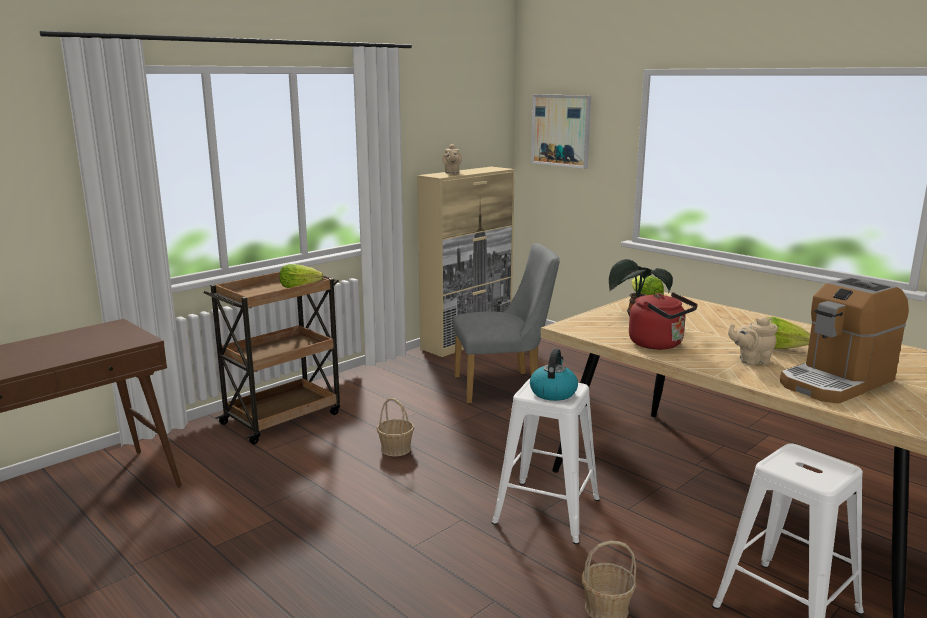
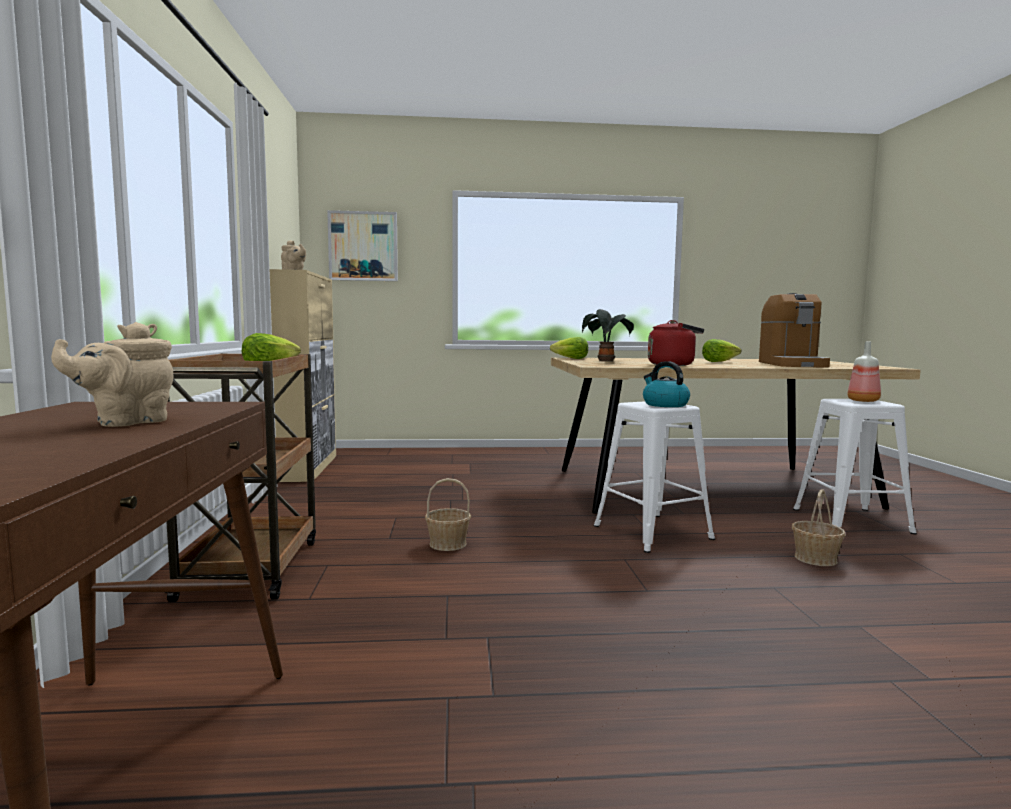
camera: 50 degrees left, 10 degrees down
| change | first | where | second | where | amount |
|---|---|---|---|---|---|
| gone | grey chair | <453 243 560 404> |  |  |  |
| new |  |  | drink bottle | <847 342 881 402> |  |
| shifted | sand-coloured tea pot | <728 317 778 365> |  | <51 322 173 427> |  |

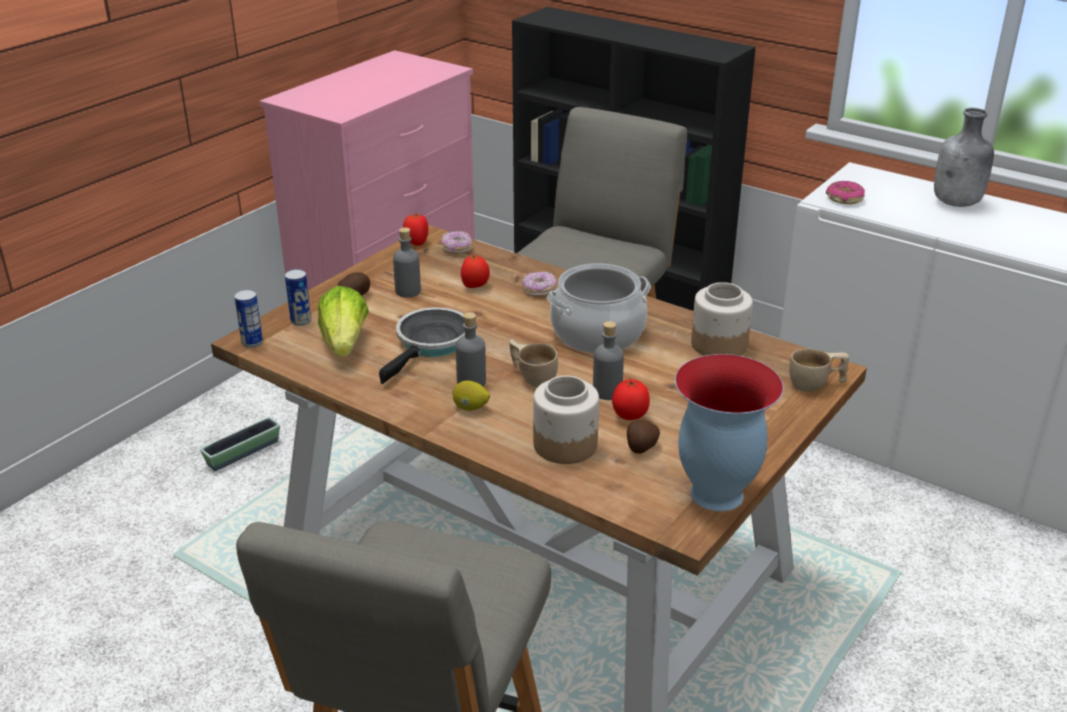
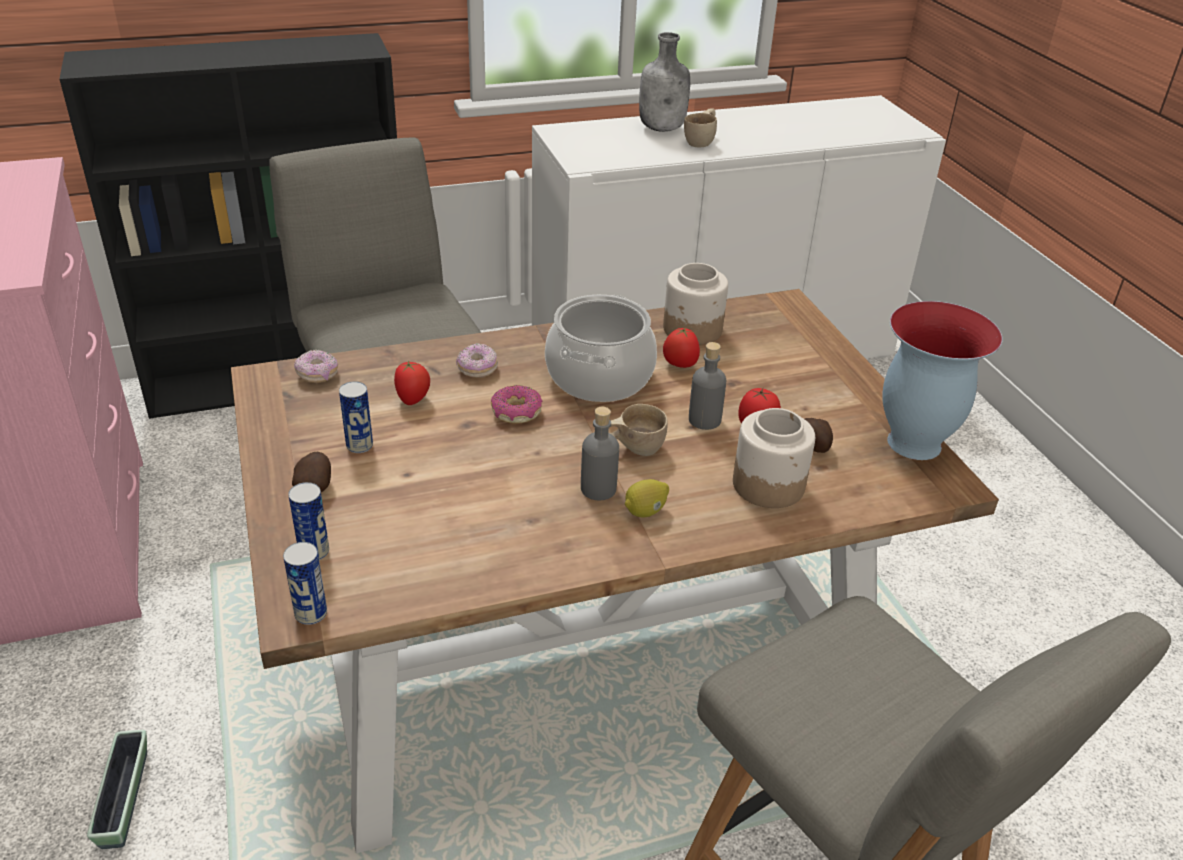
camera: 55 degrees left, 5 degrees up
| change | first | where | second | where | amount |
|---|---|---|---|---|---|
| gone | head of lettuce | <318 286 369 357> |  |  |  |
| gone | skillet | <379 307 465 384> |  |  |  |
| shifted | fresh tomato | <403 213 428 246> |  | <663 327 700 368> |  |
| shifted | sand-coloured drinking cup | <789 349 849 392> |  | <684 108 717 147> |  |
| shifted | donut | <826 181 865 204> |  | <491 385 542 424> |  |
| swapped | grey drink bottle | <393 228 421 297> | can | <339 381 373 453> |  |

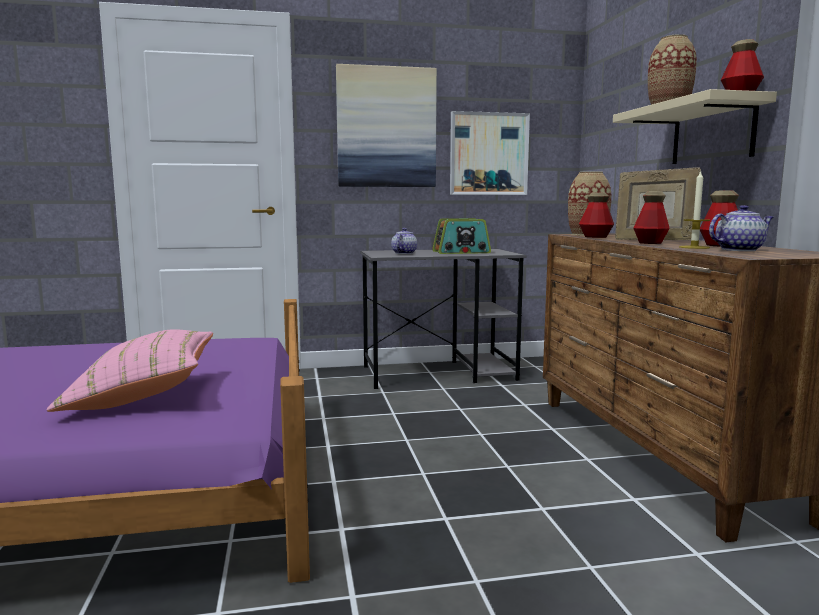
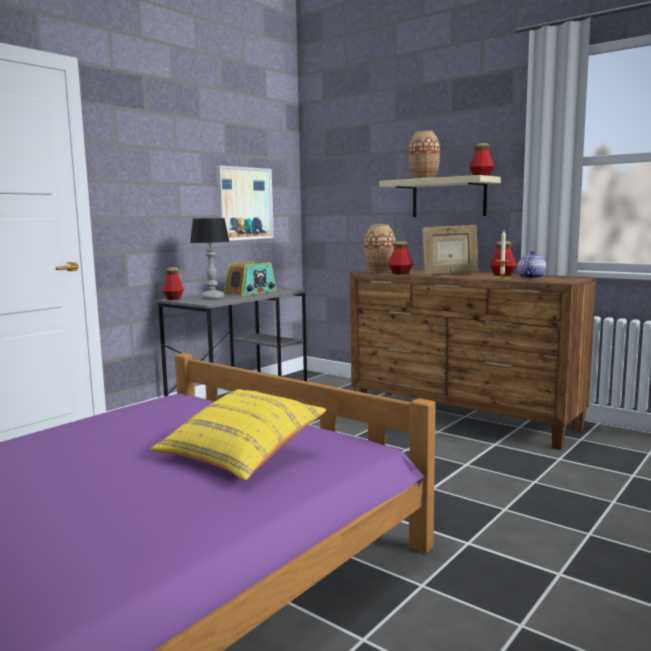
camera: 40 degrees left, 0 degrees up
| change | first | where | second | where | amount |
|---|---|---|---|---|---|
| gone | wall art | <336 64 437 187> |  |  |  |
| shifted | drink bottle | <633 191 670 244> |  | <162 267 184 300> |  |
| swapped | tea pot | <391 228 417 254> | table lamp | <190 218 230 300> |  |
| repainted | pink-coloured pillow | <47 329 213 412> | yellowish pillow | <151 389 326 481> |  |

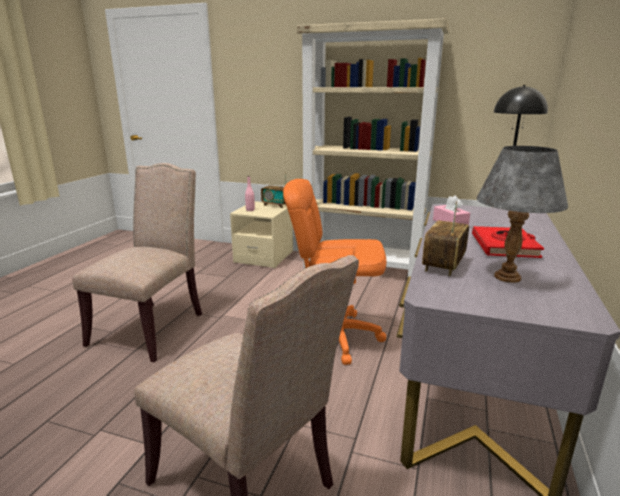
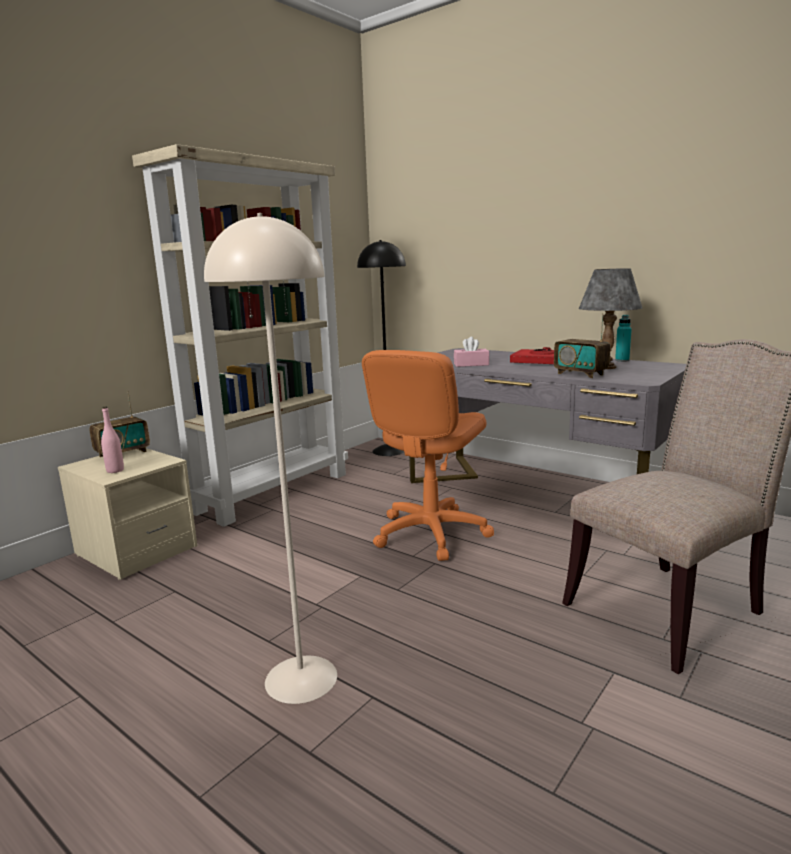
camera: 70 degrees left, 5 degrees down
| change | first | where | second | where | amount |
|---|---|---|---|---|---|
| new |  |  | blue-green drink bottle | <615 315 632 362> |  |
| swapped | sand-coloured chair | <72 163 202 362> | sand-coloured standard lamp | <204 213 337 704> |  |

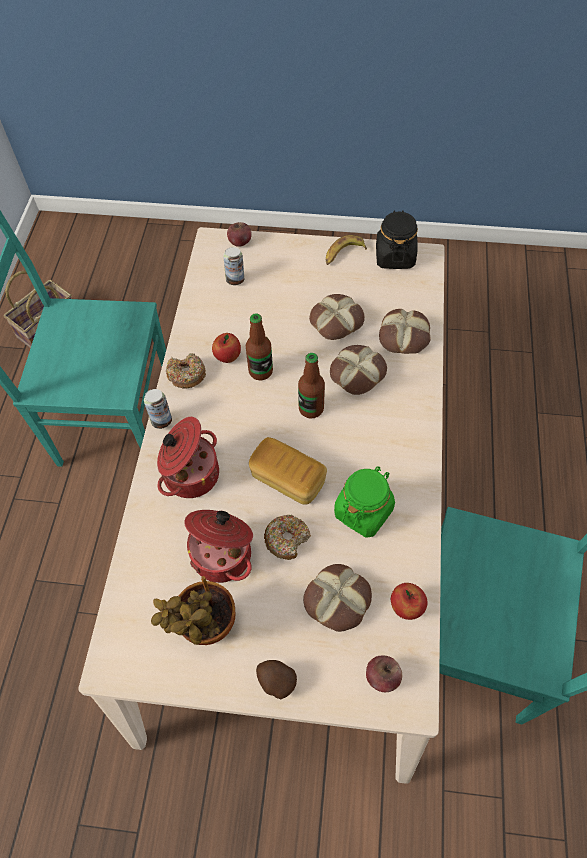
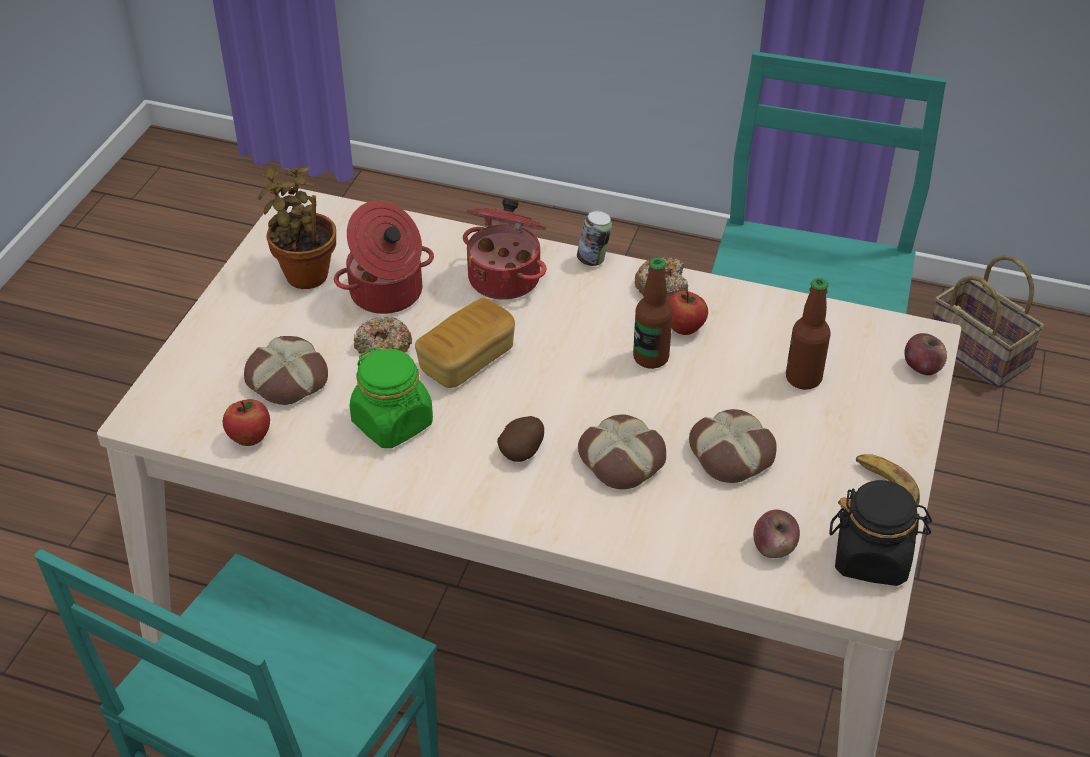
camera: 100 degrees right, 15 degrees down
| change | first | where | second | where | amount |
|---|---|---|---|---|---|
| gone | can | <223 247 244 285> |  |  |  |
| gone | baked bread | <379 309 431 354> |  |  |  |
| shifted | spud | <256 660 297 699> |  | <497 416 544 462> |  |
| shifted | drink bottle | <298 353 325 418> |  | <786 278 831 390> |  |
| shifted | apple fruit | <366 655 402 692> |  | <753 510 800 558> |  |

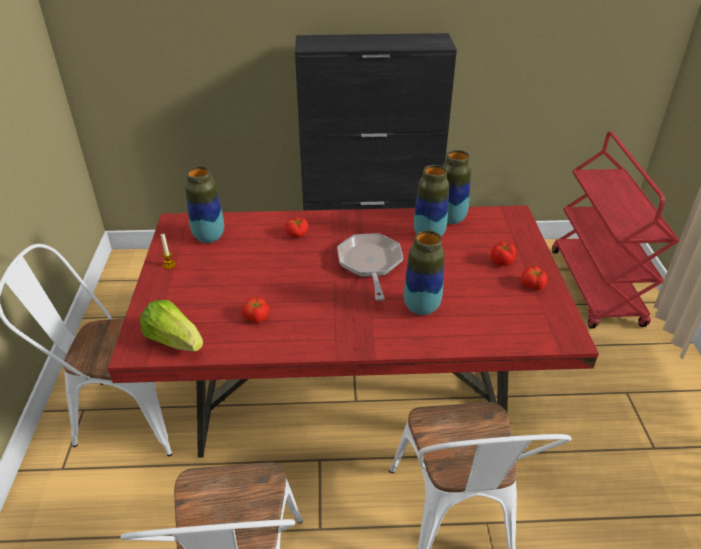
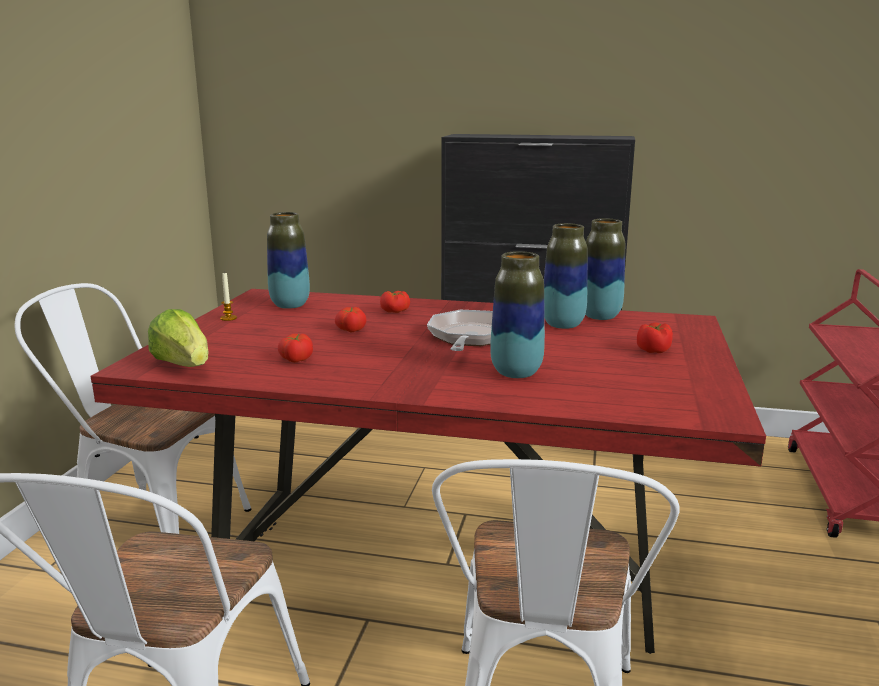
camera: 15 degrees right, 20 degrees down
| change | first | where | second | where | amount |
|---|---|---|---|---|---|
| shifted | fresh tomato | <521 266 547 290> |  | <334 307 367 332> |  |

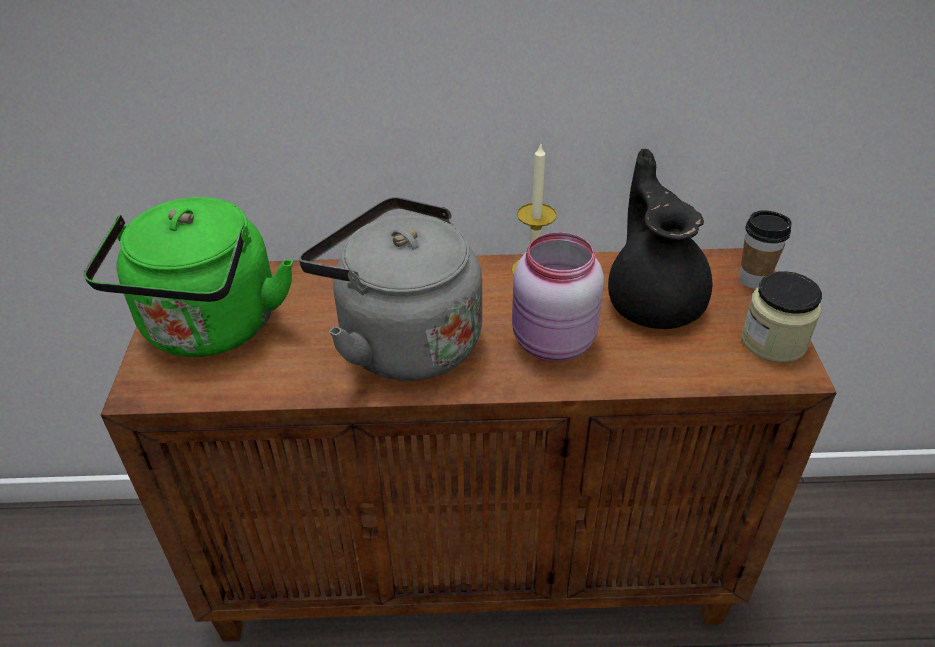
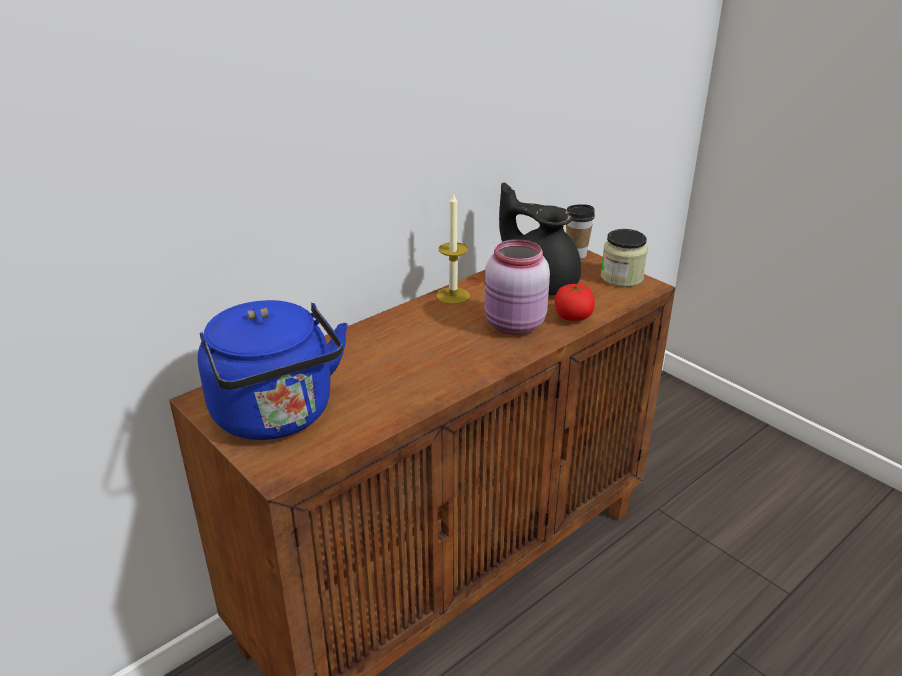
camera: 40 degrees left, 10 degrees down
| change | first | where | second | where | amount |
|---|---|---|---|---|---|
| gone | grey water kettle | <299 197 482 381> |  |  |  |
| new |  |  | fresh tomato | <555 284 595 321> |  |
| repainted | green-coloured water kettle | <84 197 293 357> | bluish water kettle | <198 300 348 440> |  |

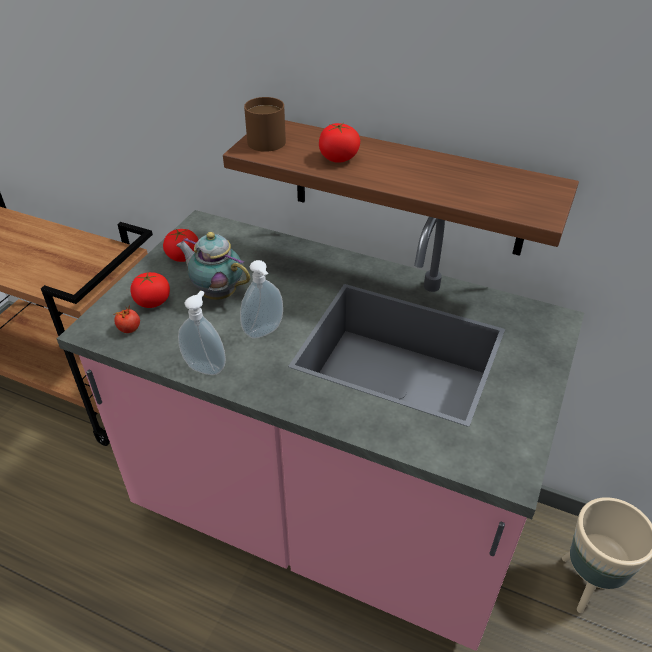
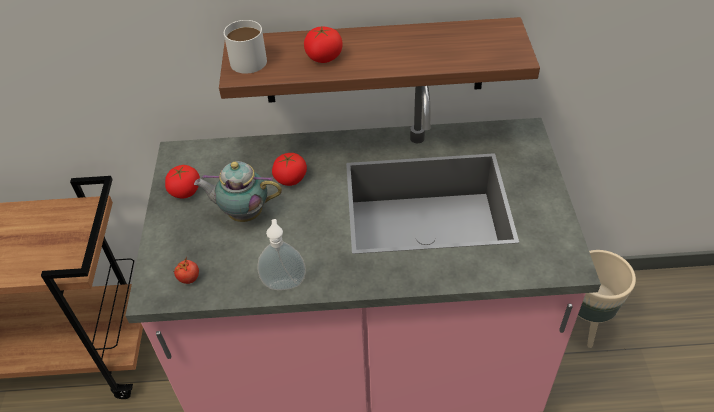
camera: 25 degrees left, 5 degrees up
| change | first | where | second | where | amount |
|---|---|---|---|---|---|
| gone | soap bottle | <240 260 283 339> |  |  |  |
| shifted | fresh tomato | <130 272 170 308> |  | <272 153 307 186> |  |
| repainted | brown mug | <244 97 286 152> | white-coloured mug | <224 20 267 74> |  |

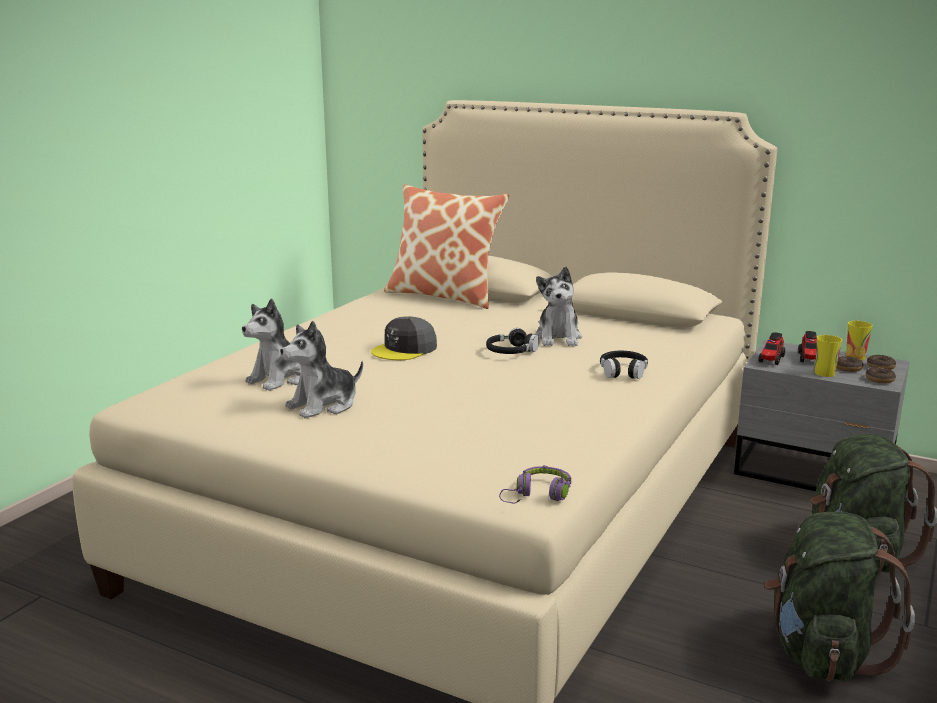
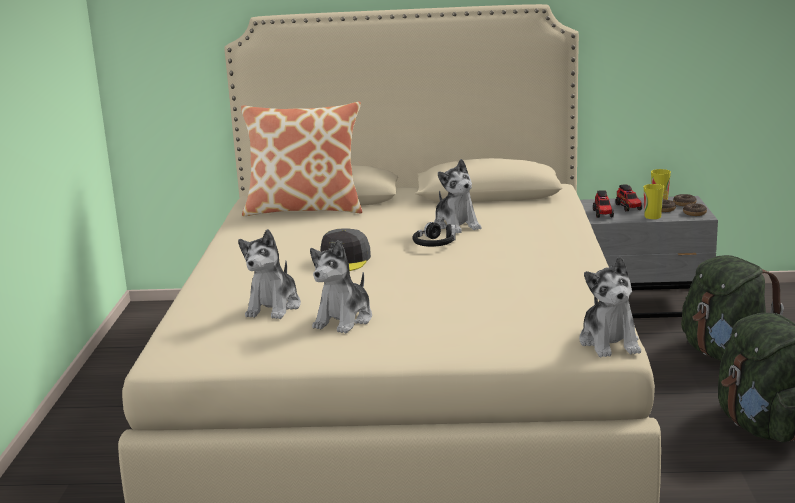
camera: 25 degrees left, 0 degrees up
| change | first | where | second | where | amount |
|---|---|---|---|---|---|
| gone | black pair of headphones | <600 351 648 379> |  |  |  |
| swapped | purple-coloured pair of headphones | <499 465 571 504> | cuddly toy | <579 256 641 357> |  |

